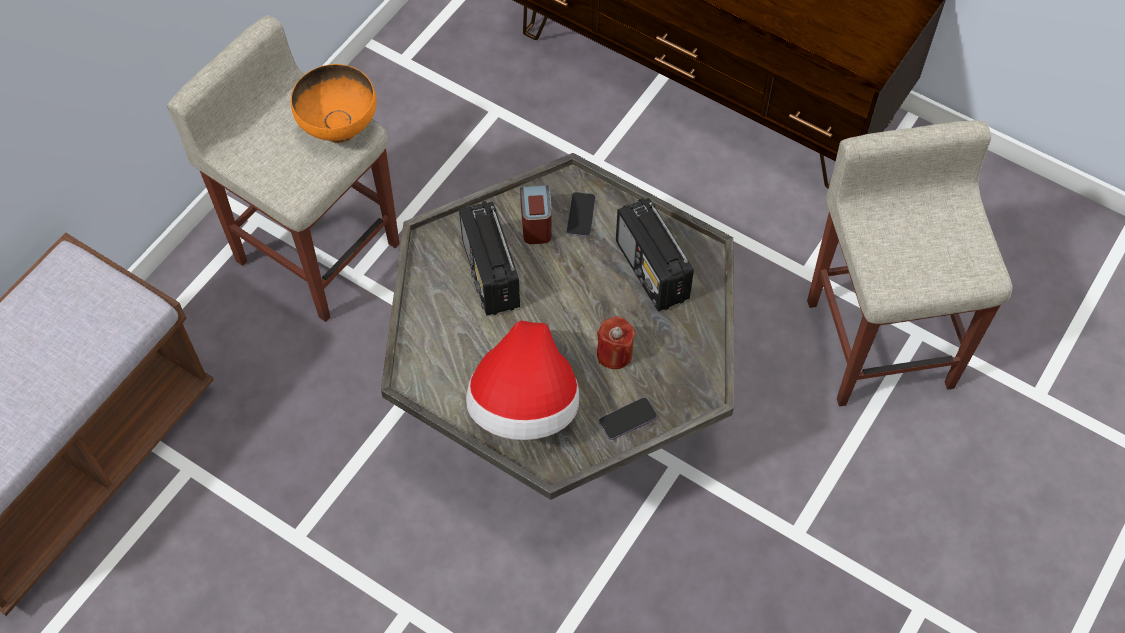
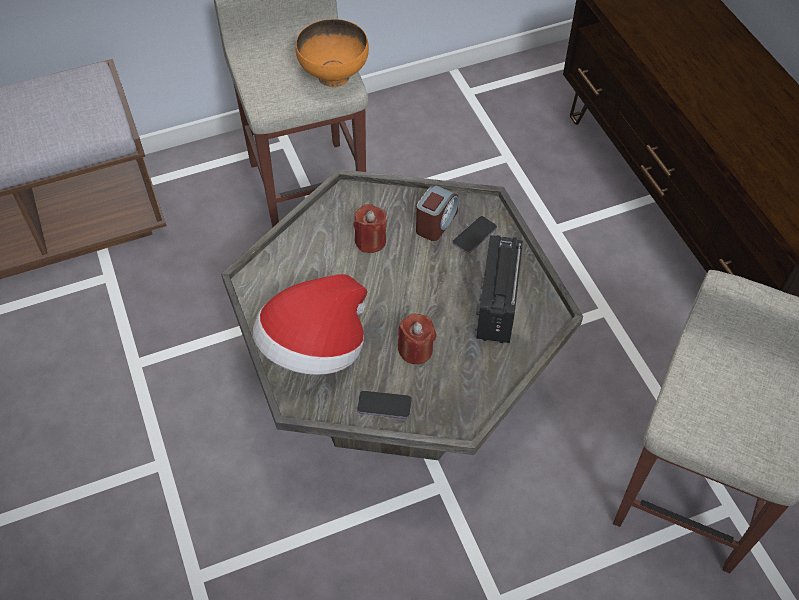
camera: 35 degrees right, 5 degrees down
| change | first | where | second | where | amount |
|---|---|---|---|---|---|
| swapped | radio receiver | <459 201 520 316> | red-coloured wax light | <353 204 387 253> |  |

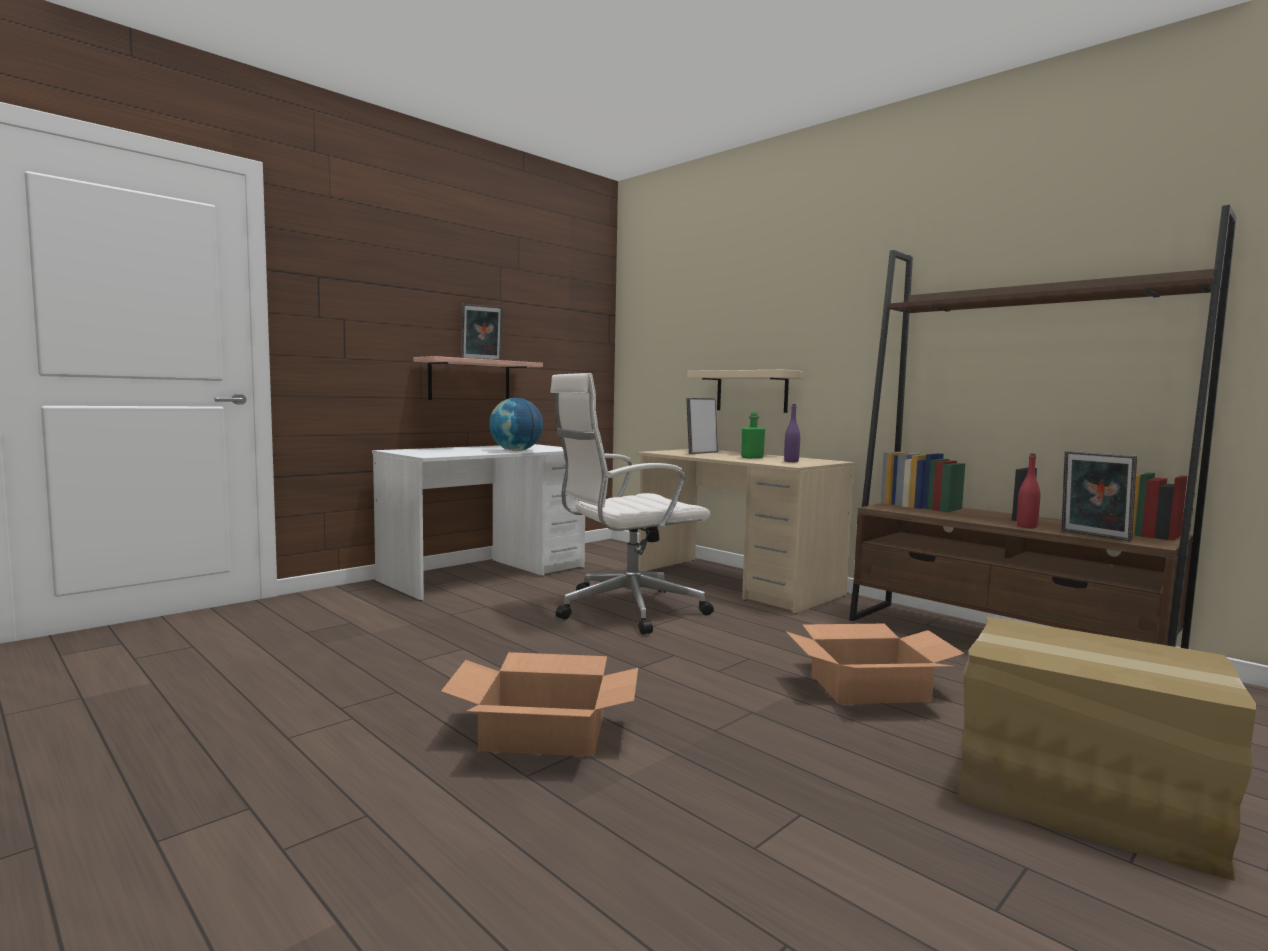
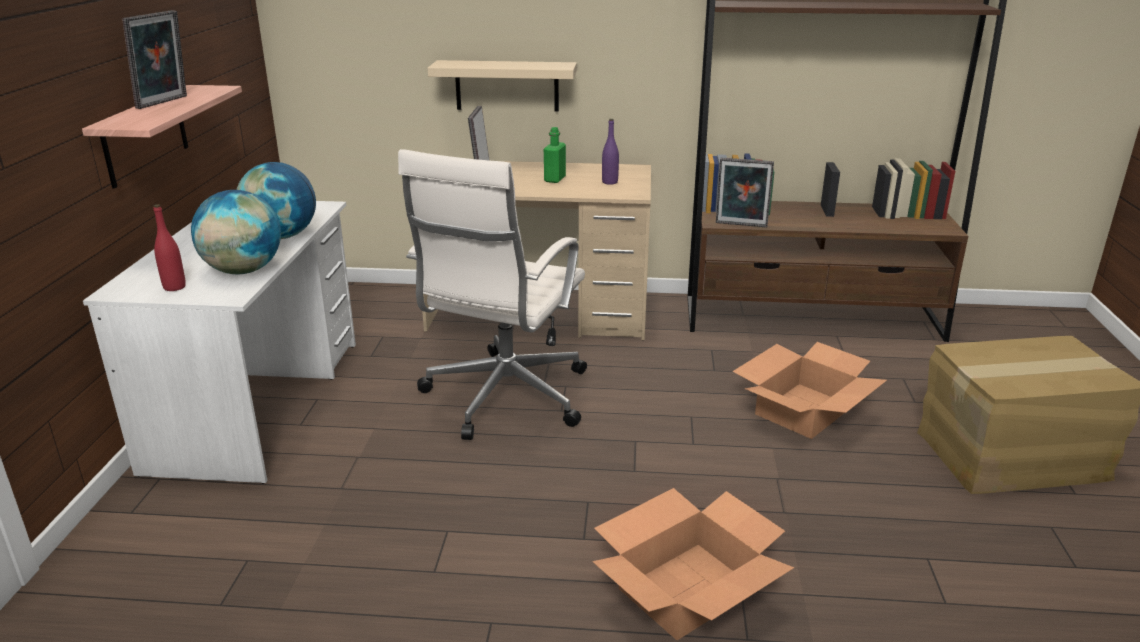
camera: 40 degrees left, 20 degrees up
| change | first | where | second | where | amount |
|---|---|---|---|---|---|
| new |  |  | world globe | <191 190 281 274> |  |
| shifted | red-coloured drink bottle | <1017 454 1040 528> |  | <153 204 186 291> |  |
| shifted | picture frame | <1061 451 1137 541> |  | <716 158 774 227> |  |

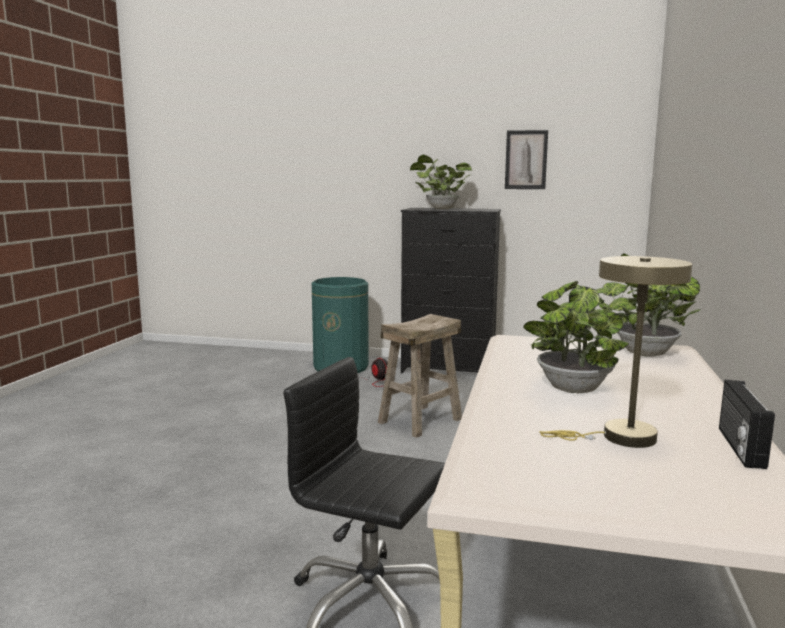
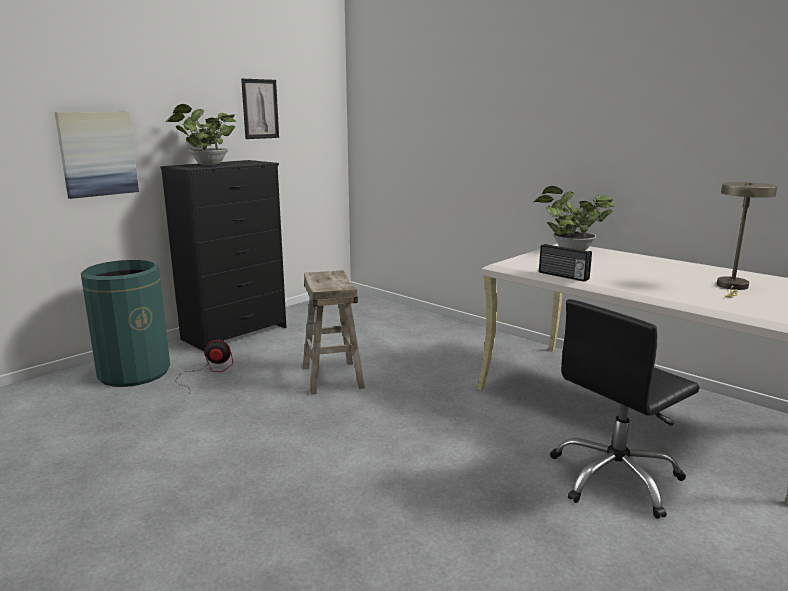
camera: 60 degrees left, 5 degrees up
| change | first | where | second | where | amount |
|---|---|---|---|---|---|
| gone | houseplant | <523 281 629 393> |  |  |  |
| new |  |  | wall art | <55 112 139 199> |  |
| shifted | radio receiver | <719 380 775 469> |  | <539 244 592 282> |  |

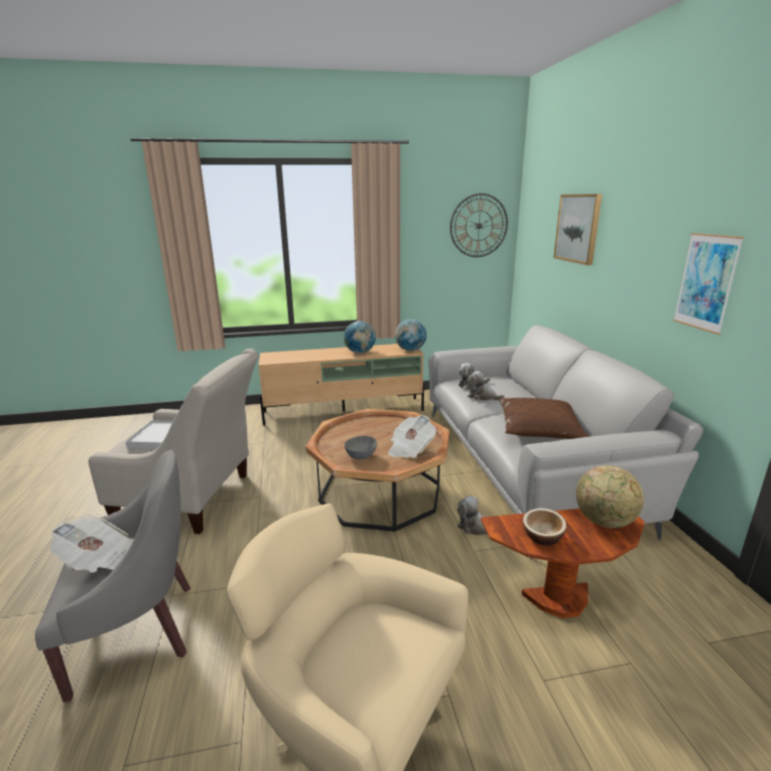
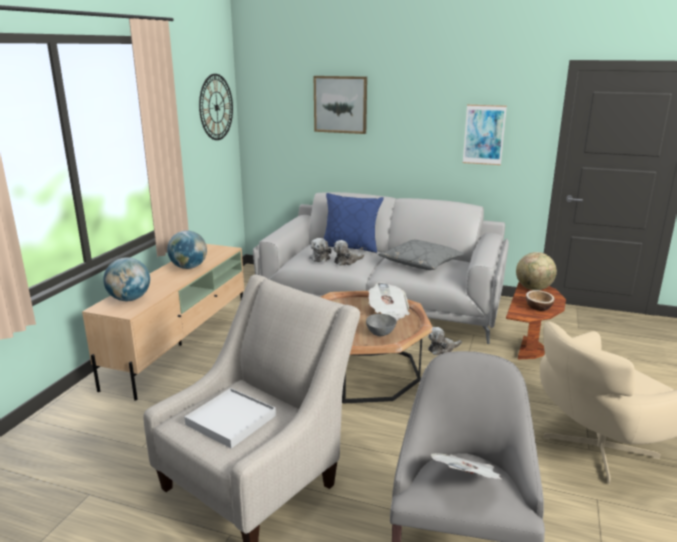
camera: 60 degrees left, 0 degrees up
| change | first | where | second | where | amount |
|---|---|---|---|---|---|
| new |  |  | bluish pillow | <323 193 384 253> |  |
| shifted | world globe | <395 319 427 351> |  | <103 257 150 301> |  |
| repainted | brown pillow | <499 398 589 439> | grey pillow | <378 240 465 270> |  |

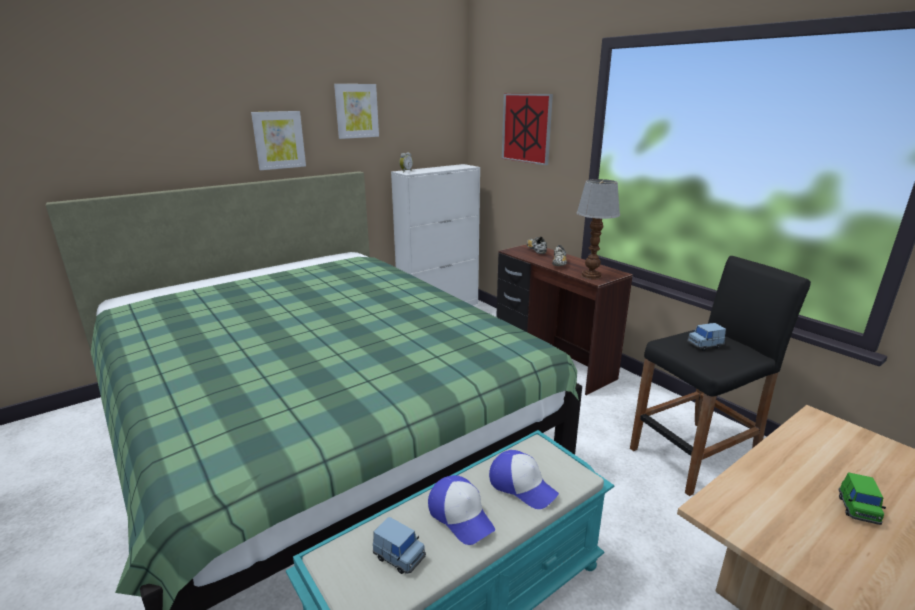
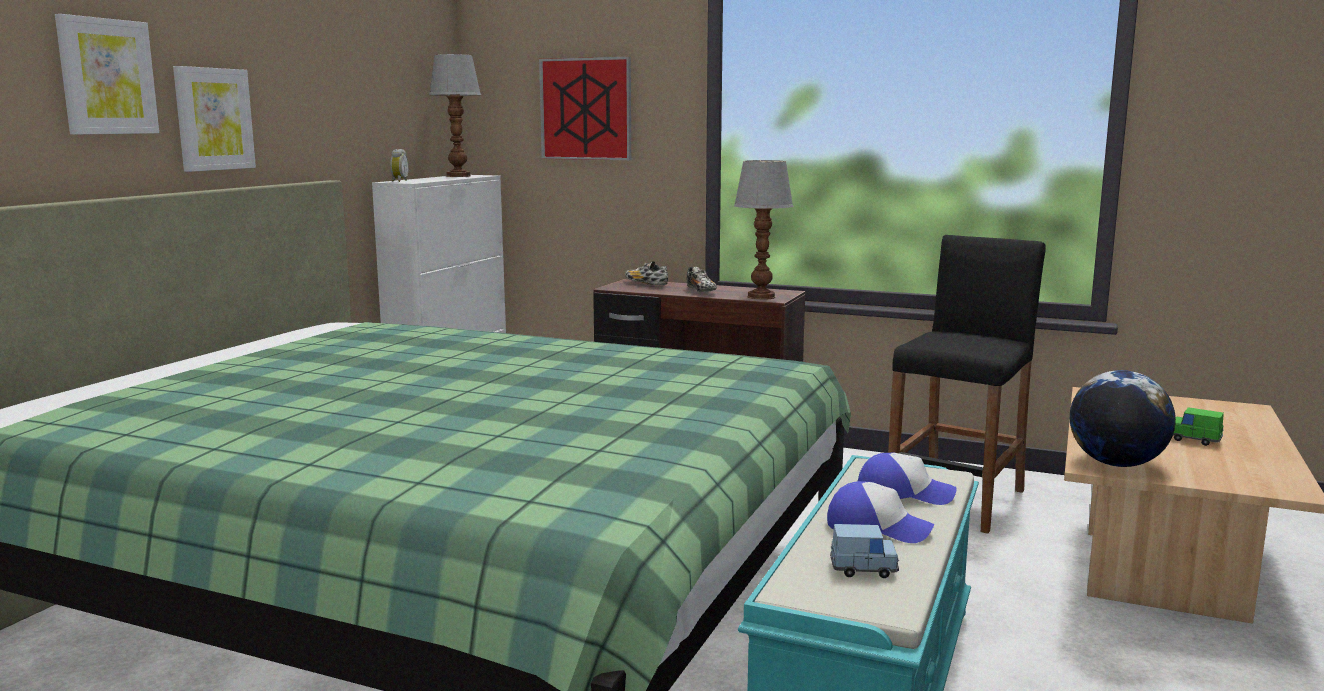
camera: 30 degrees left, 10 degrees down
| change | first | where | second | where | amount |
|---|---|---|---|---|---|
| gone | bluish miniature car | <688 323 726 351> |  |  |  |
| new |  |  | table lamp | <429 54 481 177> |  |
| new |  |  | world globe | <1070 370 1176 467> |  |
| shifted | wall art | <334 84 379 139> |  | <55 14 159 135> |  |
| rotated | green-coloured miniature car | <838 472 886 525> |  | <1173 407 1224 446> | 135 degrees clockwise |

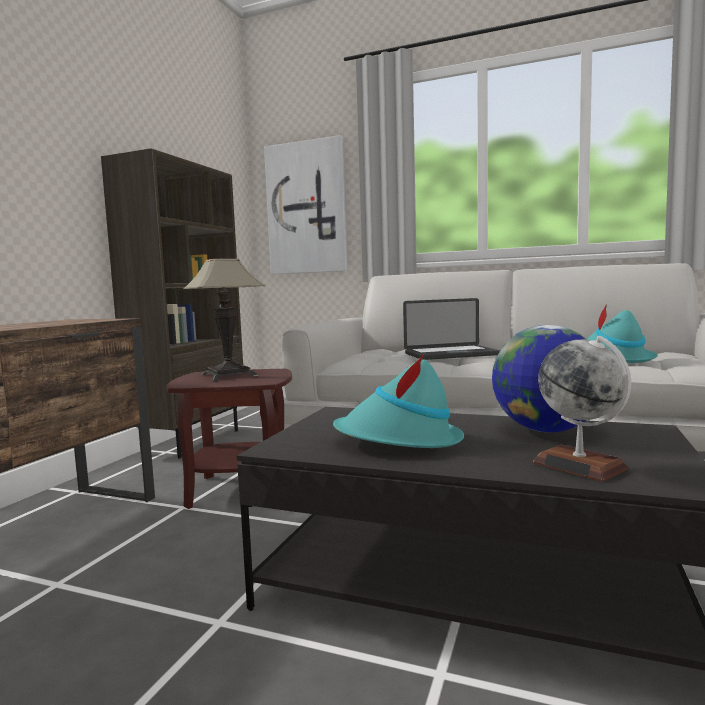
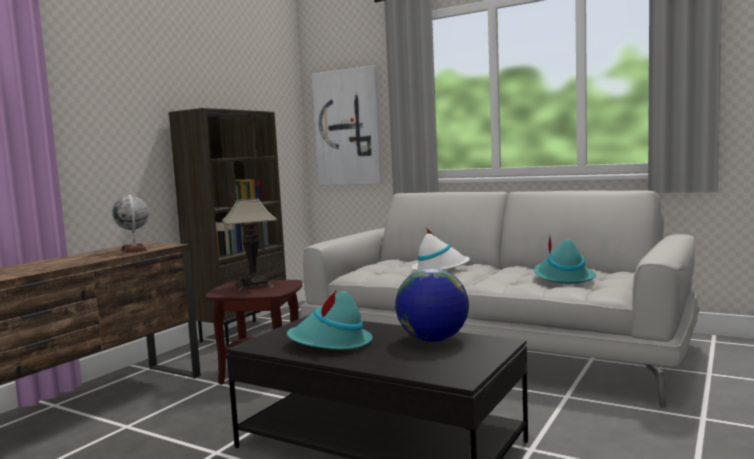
camera: 10 degrees right, 0 degrees up
| change | first | where | second | where | amount |
|---|---|---|---|---|---|
| shifted | world globe | <533 336 631 482> |  | <112 194 149 253> |  |
| swapped | portable computer | <403 298 500 360> | white-coloured wearable hat | <412 228 470 271> |  |

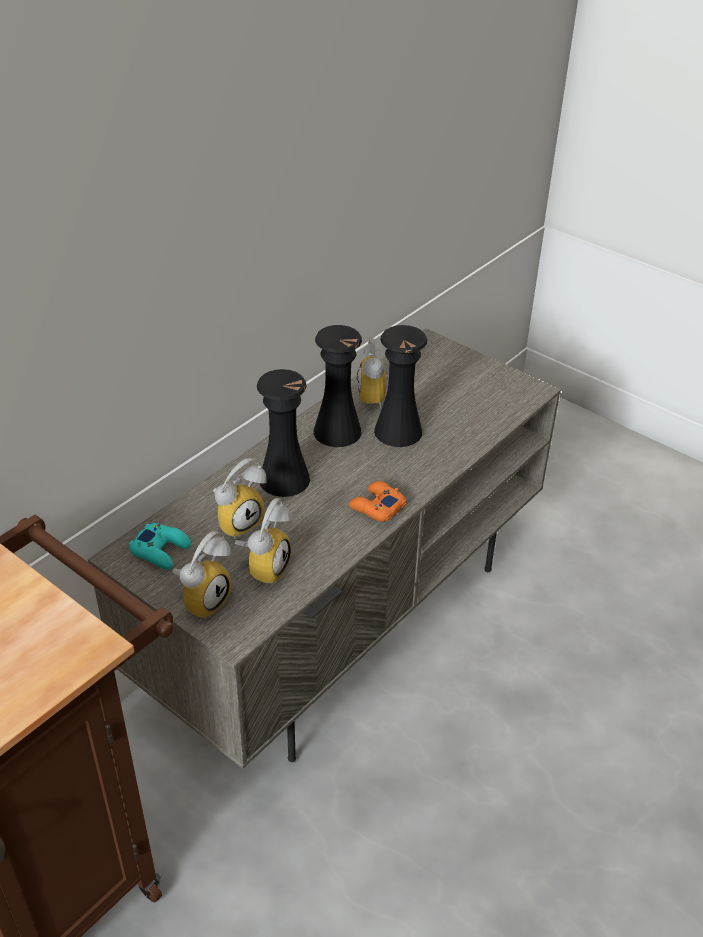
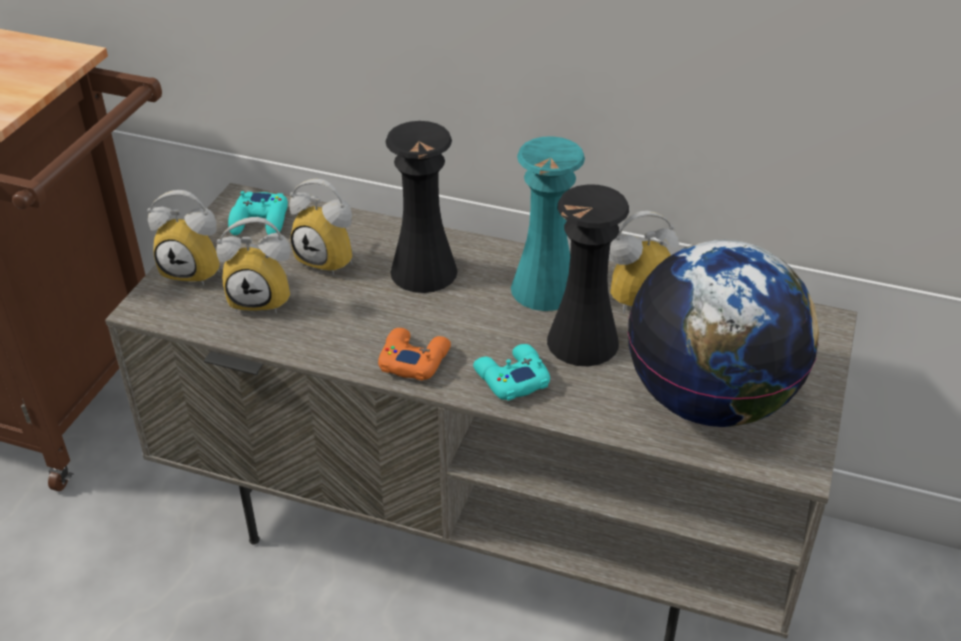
camera: 70 degrees right, 0 degrees up
| change | first | where | second | where | amount |
|---|---|---|---|---|---|
| new |  |  | blue-green game controller | <473 344 550 401> |  |
| new |  |  | world globe | <628 240 819 427> |  |
| repainted | black decorative vase | <314 325 362 447> | blue-green decorative vase | <511 136 585 311> |  |

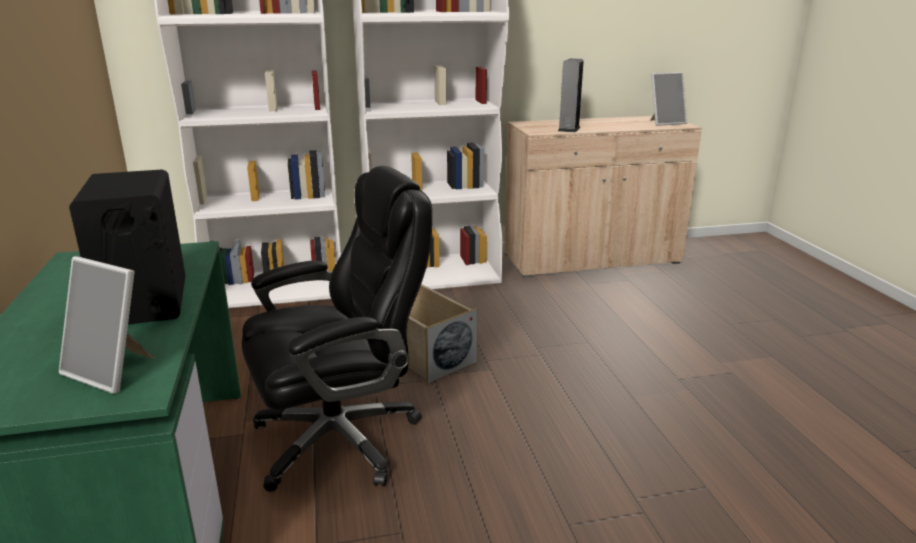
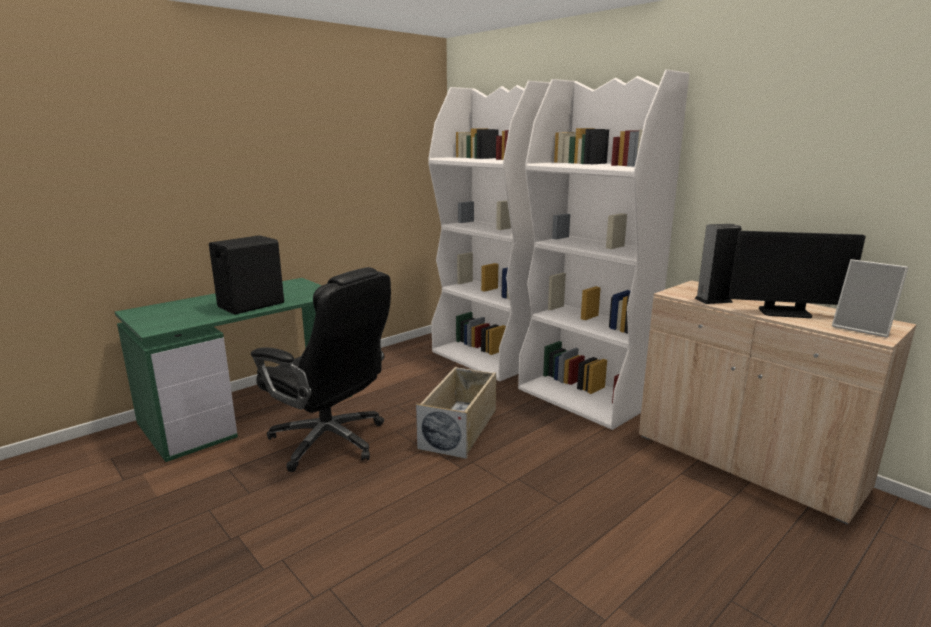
camera: 60 degrees right, 5 degrees down
| change | first | where | second | where | amount |
|---|---|---|---|---|---|
| gone | picture frame | <59 256 154 394> |  |  |  |
| new |  |  | computer screen | <729 231 866 318> |  |

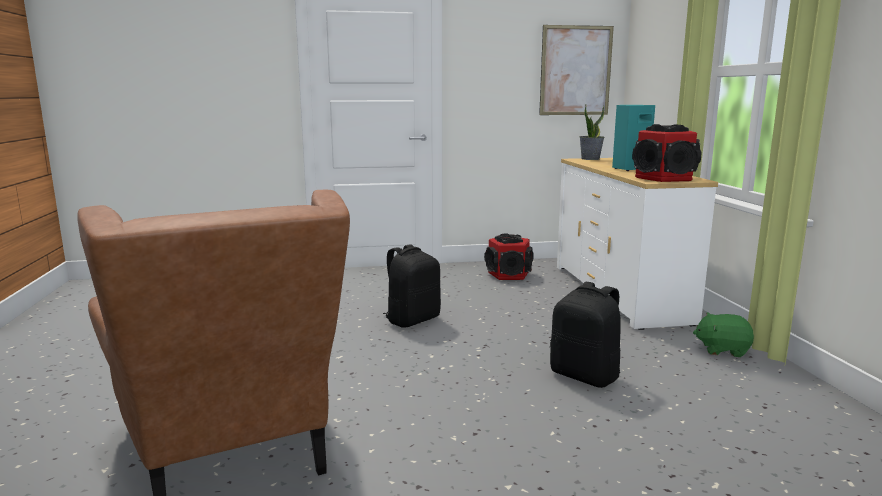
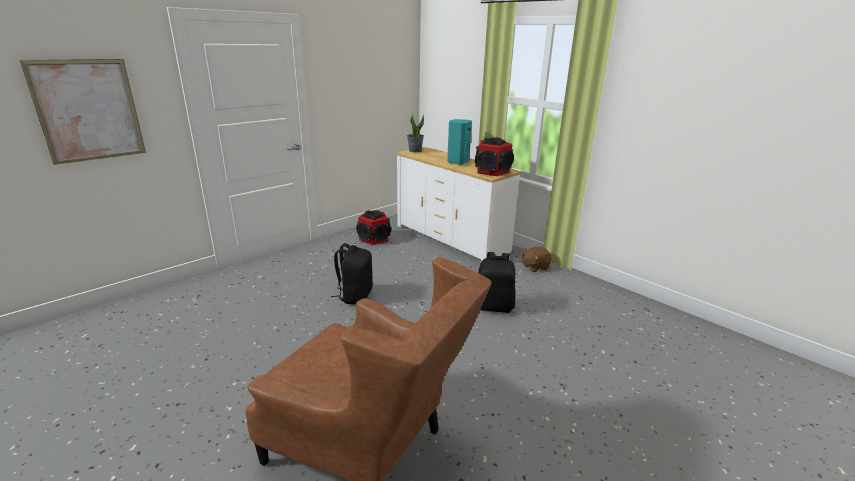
camera: 35 degrees left, 10 degrees up
| change | first | where | second | where | amount |
|---|---|---|---|---|---|
| shifted | wall art | <539 25 614 115> |  | <20 59 146 165> |  |
| repainted | green-coloured cuddly toy | <693 312 754 357> | brown cuddly toy | <522 247 552 272> |  |

